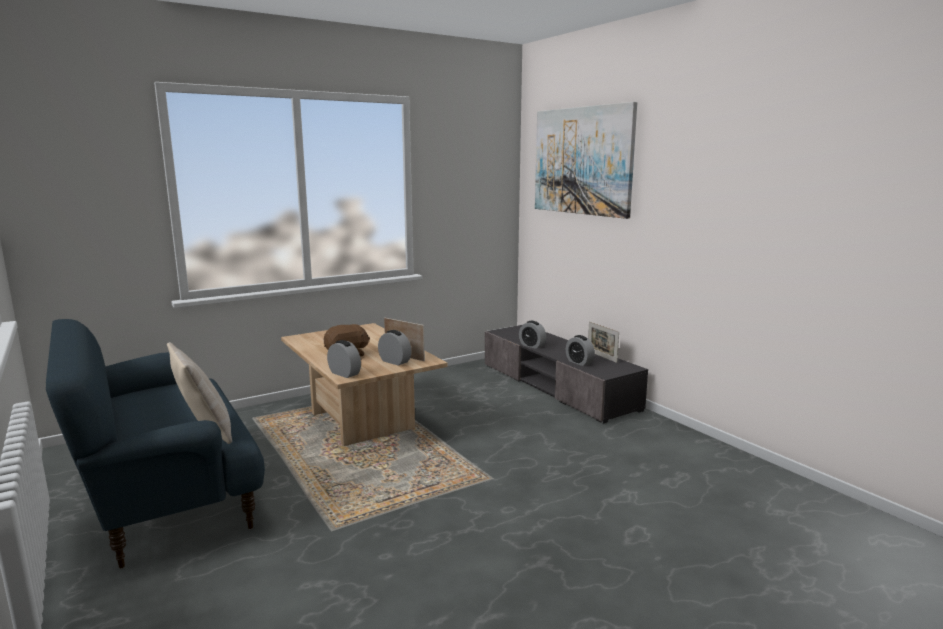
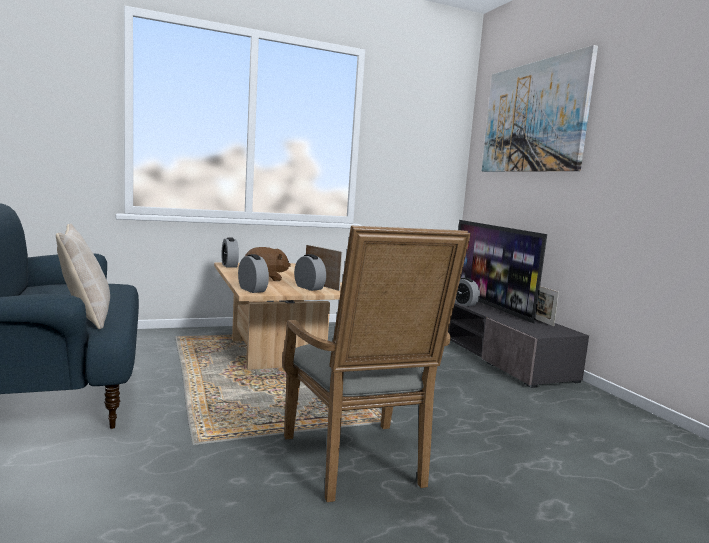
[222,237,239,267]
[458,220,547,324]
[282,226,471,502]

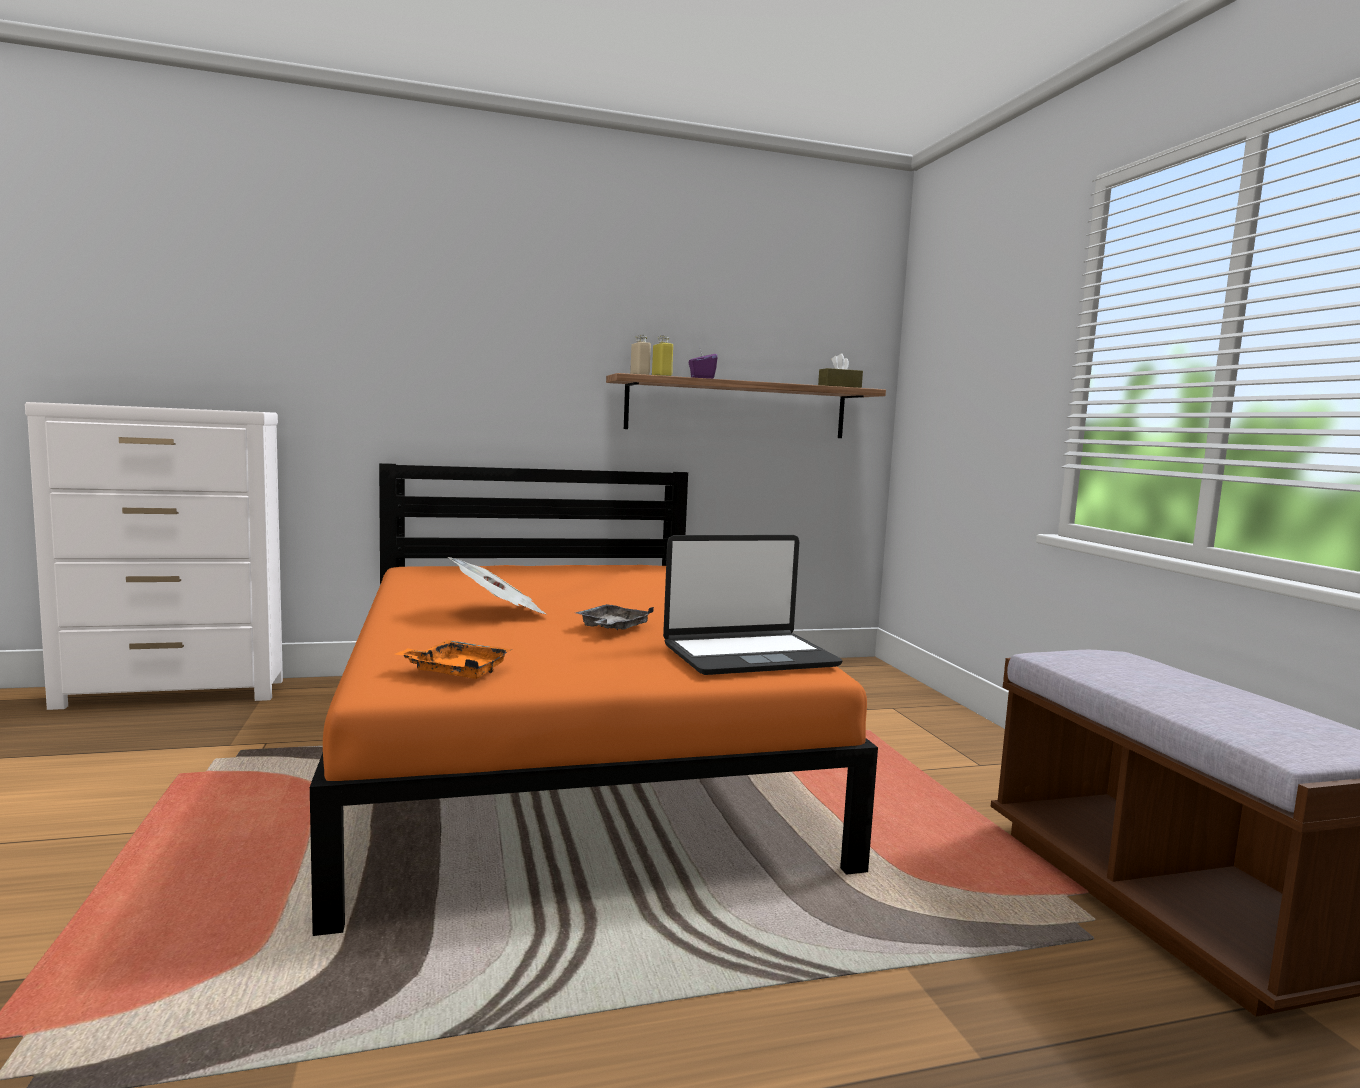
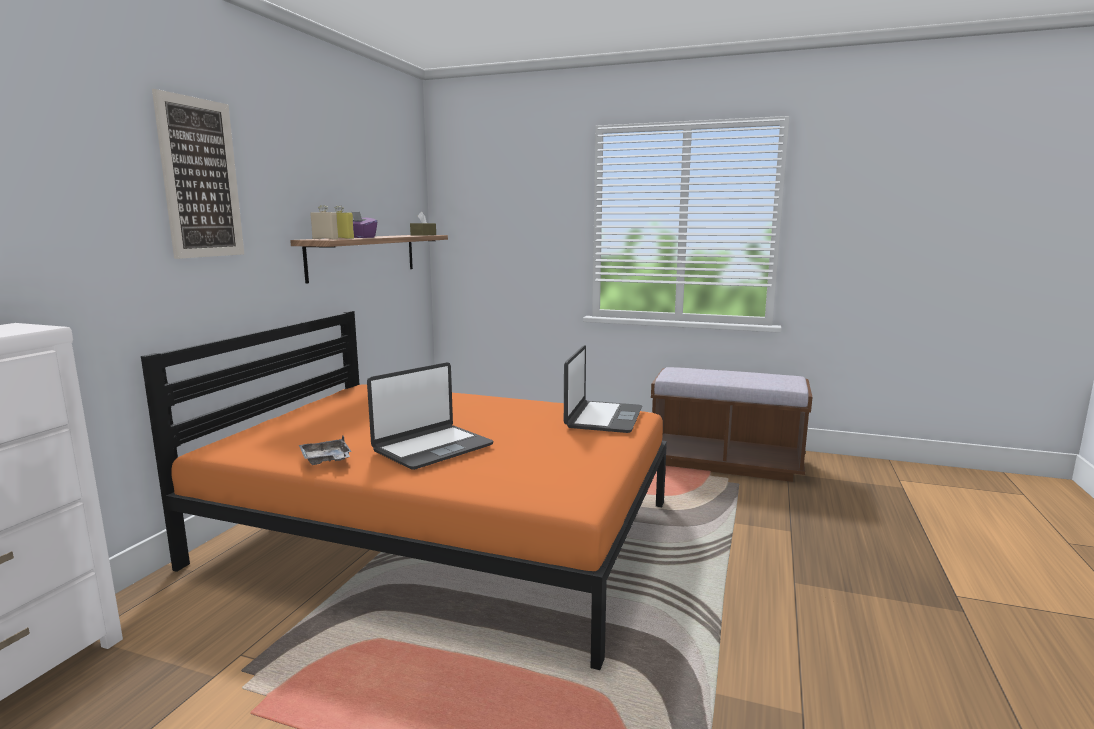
[367,362,494,470]
[299,435,352,465]
[396,640,512,679] (first image)
[152,89,244,259]

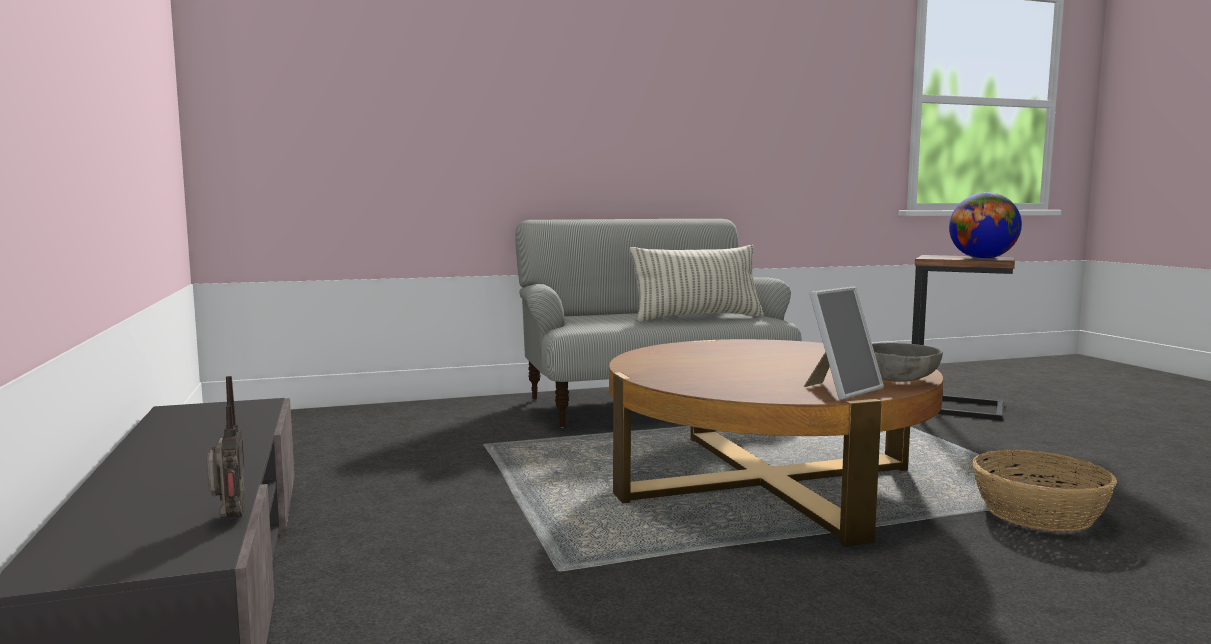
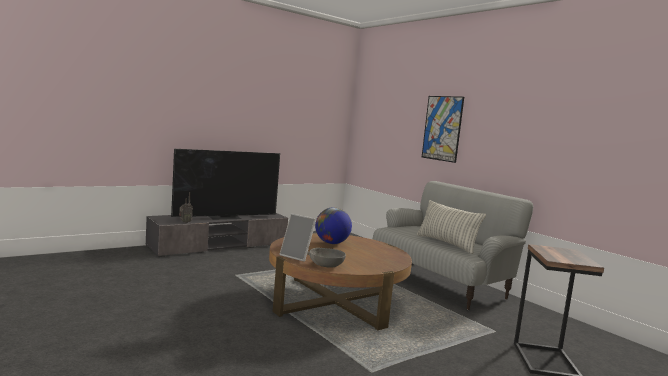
[315,207,352,244]
[972,450,1117,532] (first image)
[422,96,464,163]
[171,149,280,220]

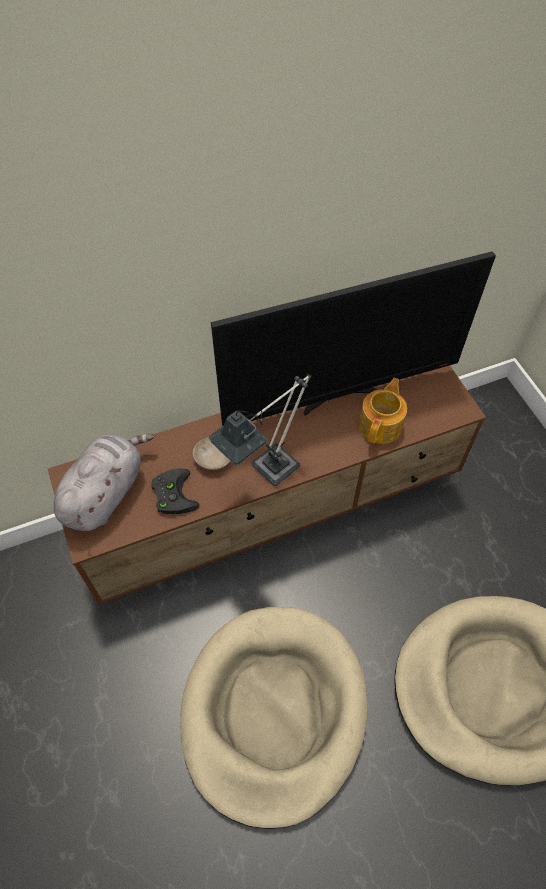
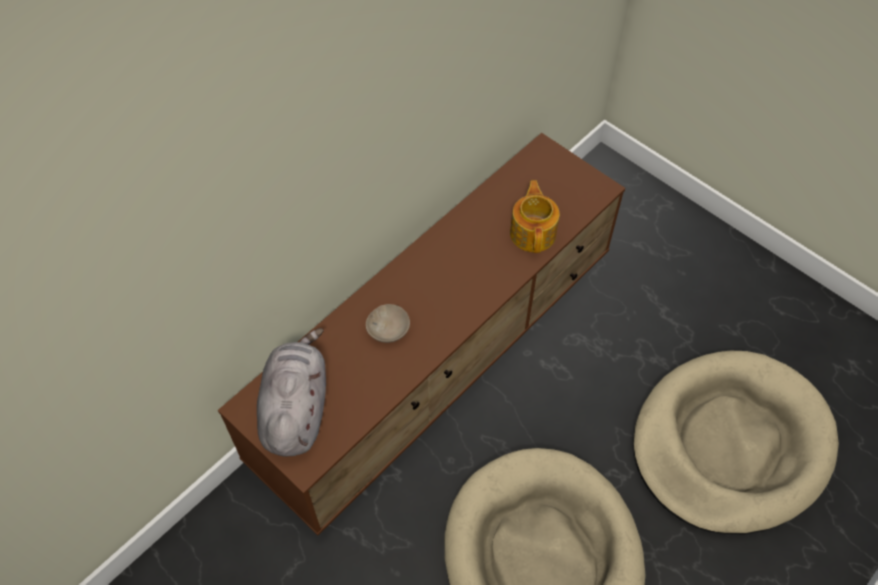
[211,251,496,426] (first image)
[209,373,311,486] (first image)
[152,468,200,514] (first image)

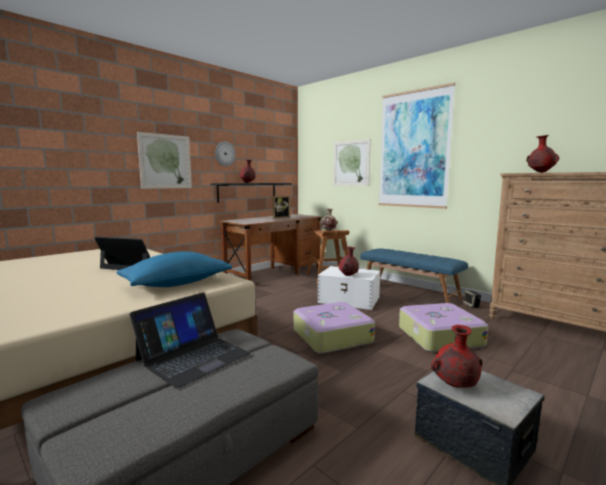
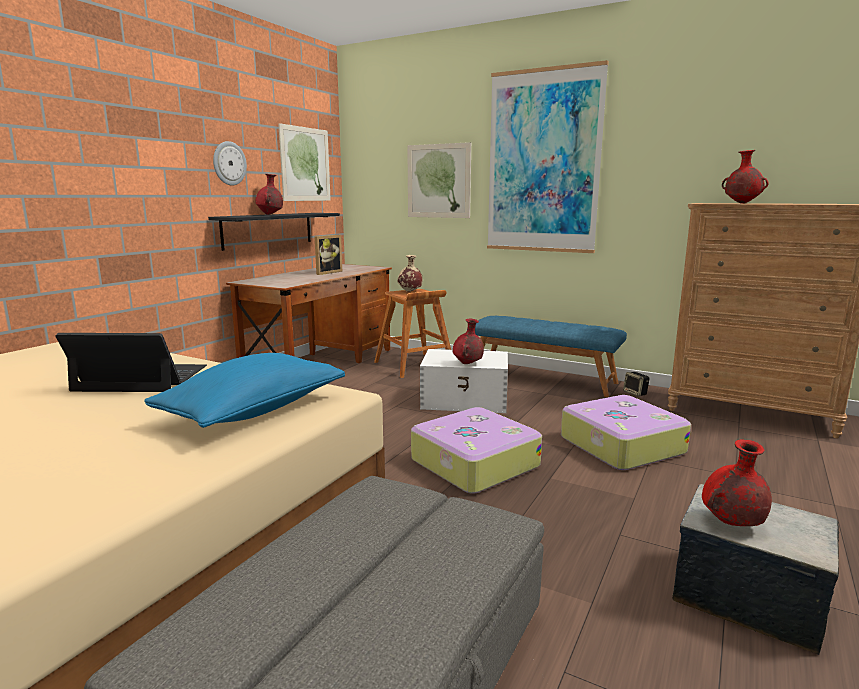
[278,123,331,201]
[129,292,251,388] (first image)

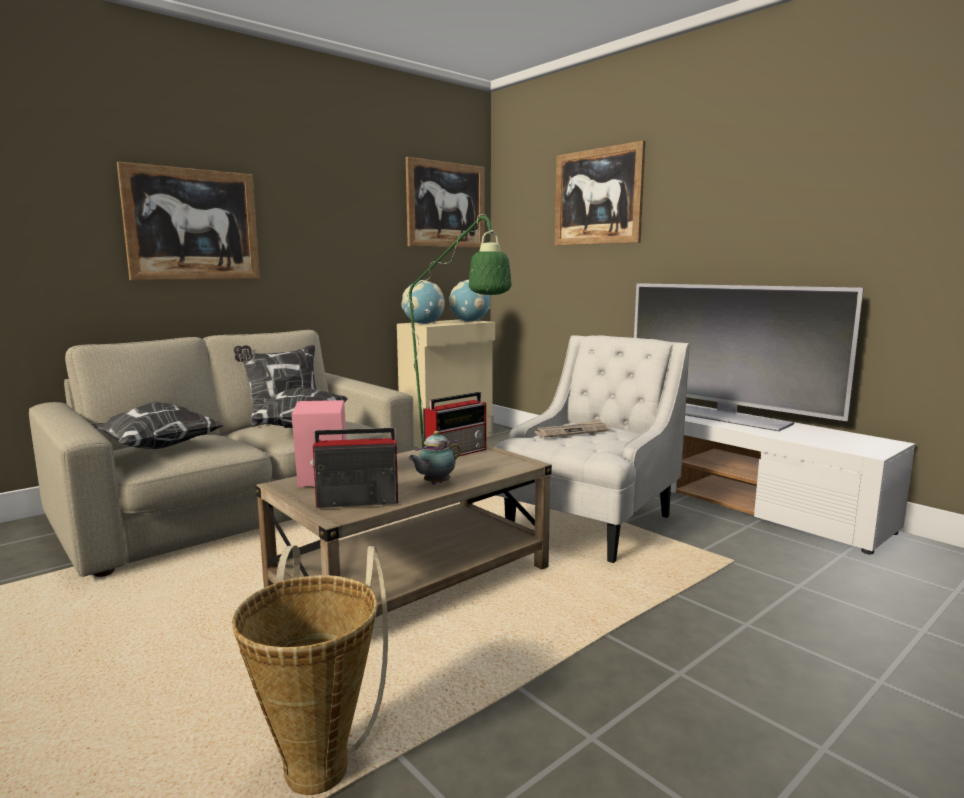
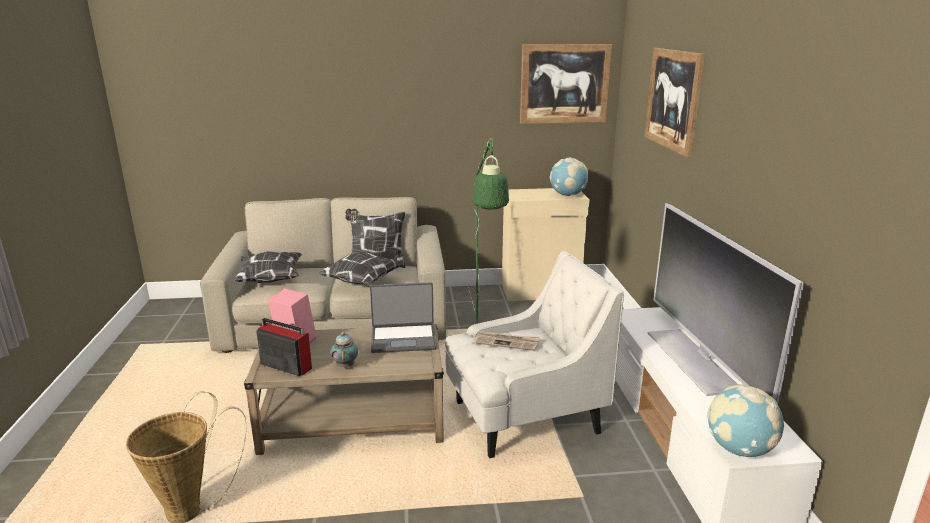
[117,162,260,280] (first image)
[707,384,784,457]
[370,282,437,353]
[331,332,358,368]

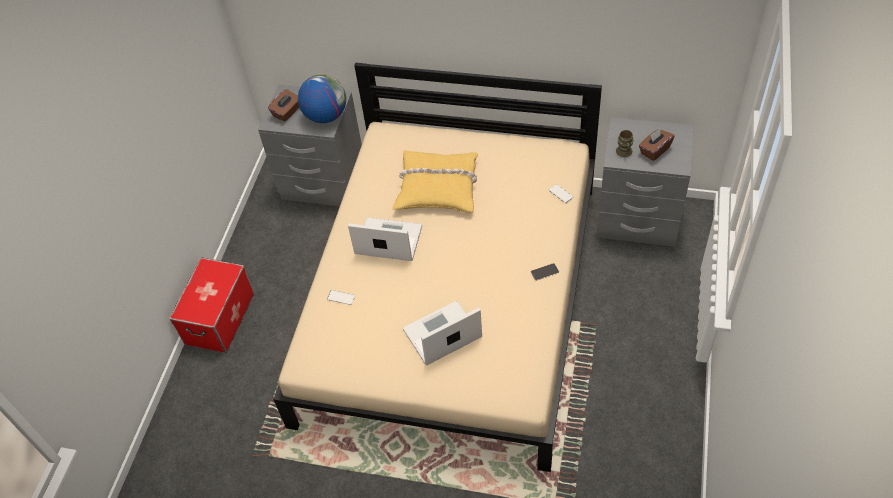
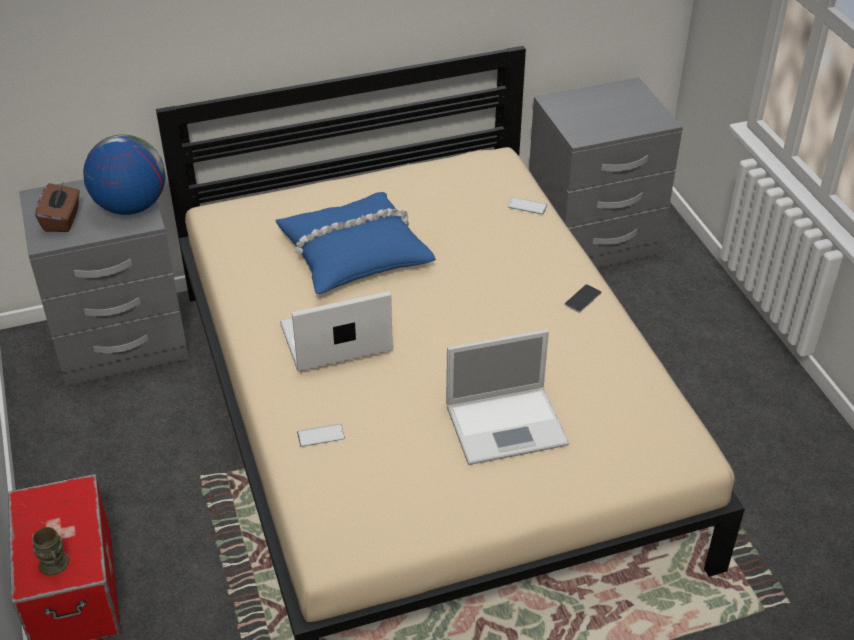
[639,128,675,161] (first image)
[32,527,69,576]
[275,192,436,294]
[446,329,569,465]

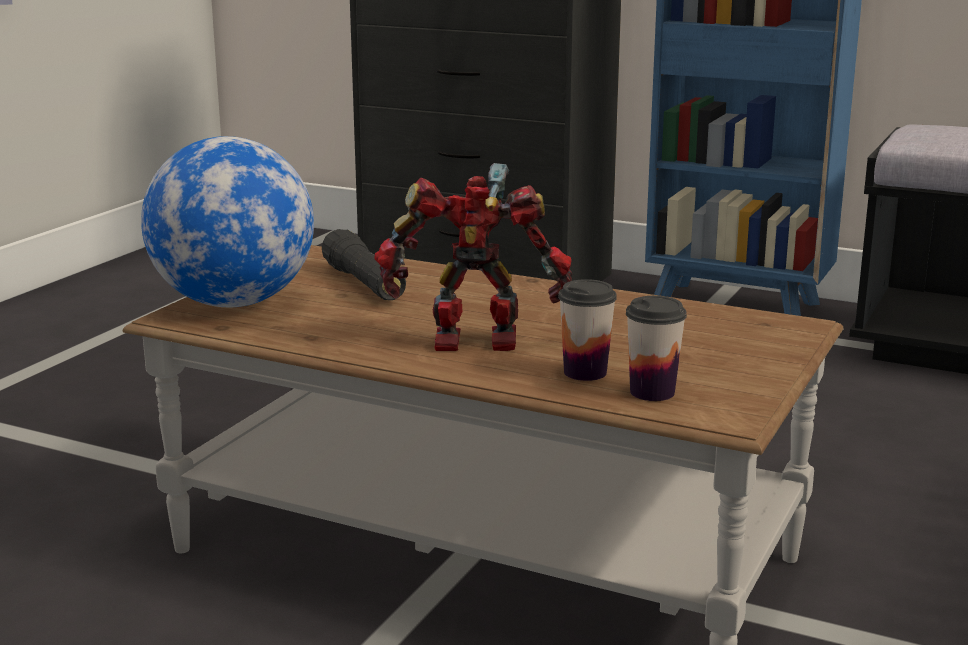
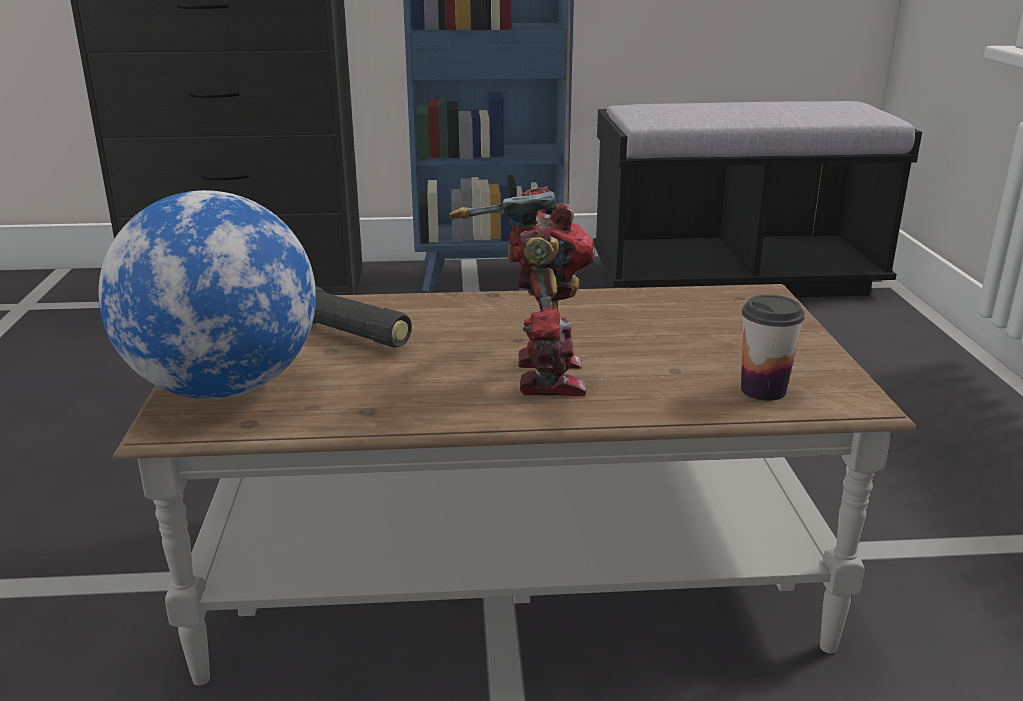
[449,186,595,396]
[558,279,617,381] (first image)

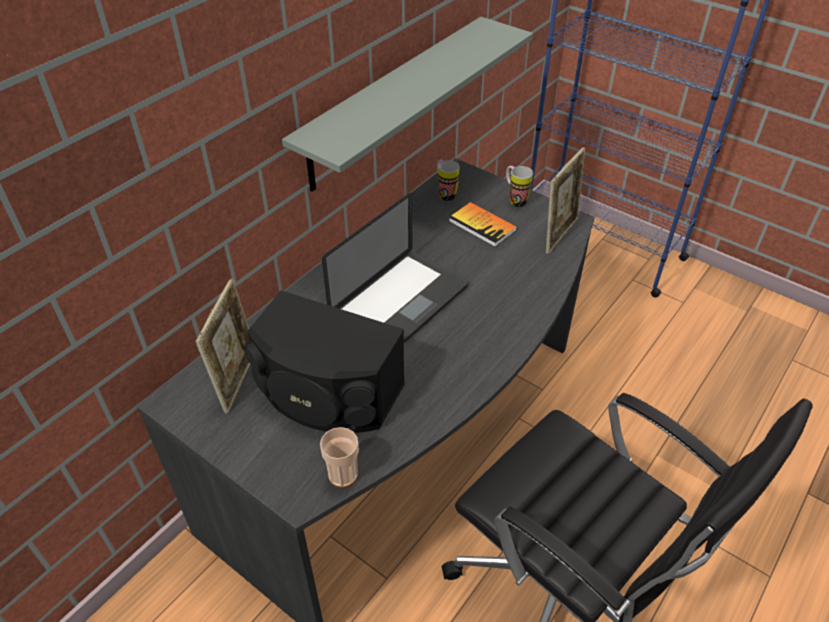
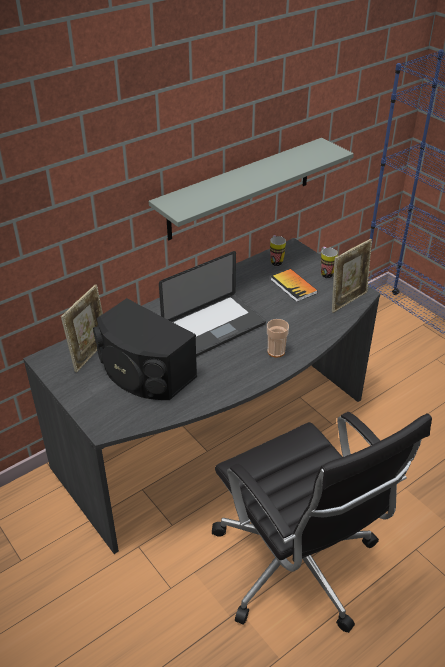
[267,319,289,358]

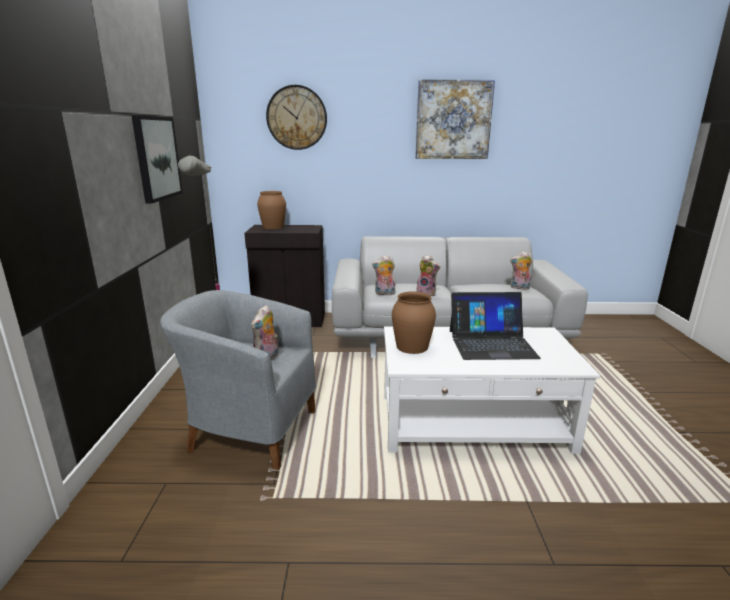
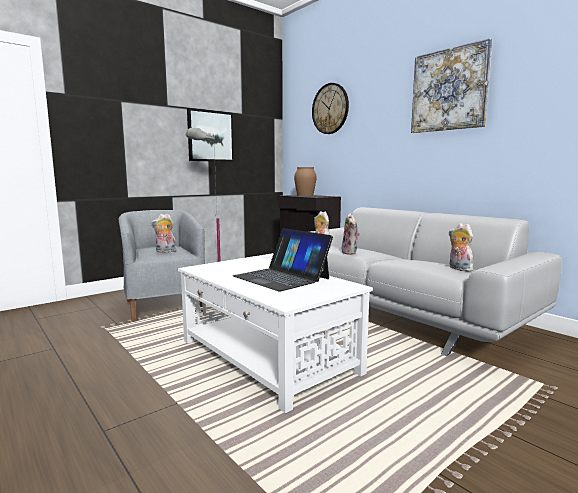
[392,291,436,354] (first image)

